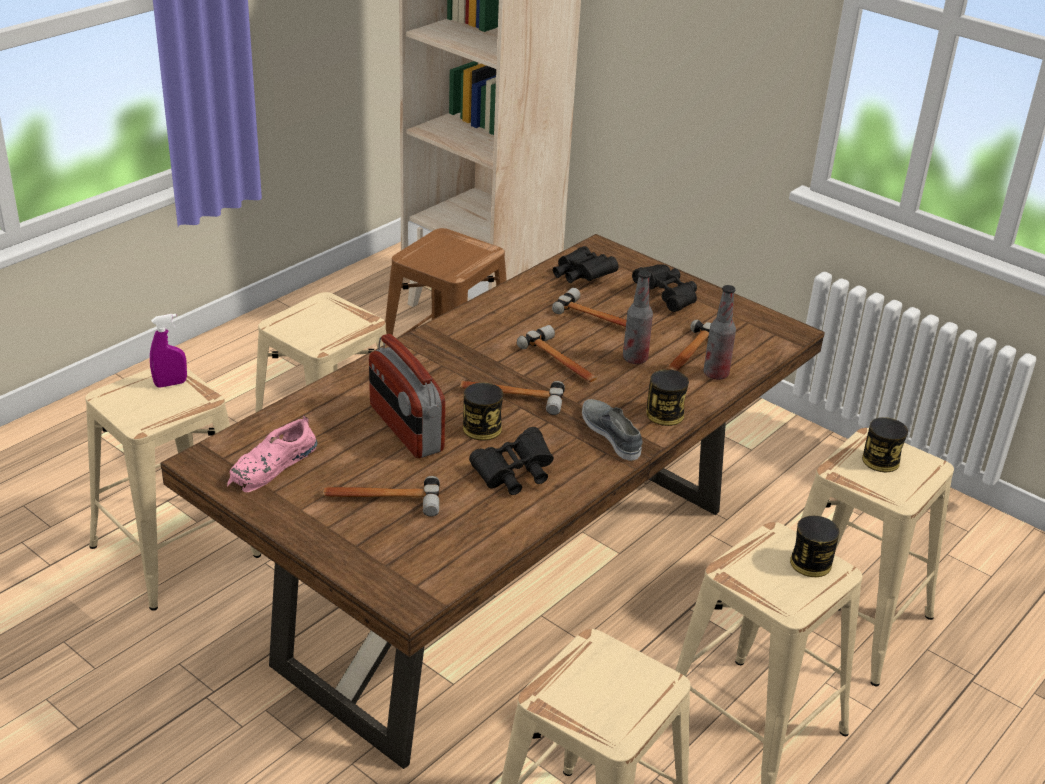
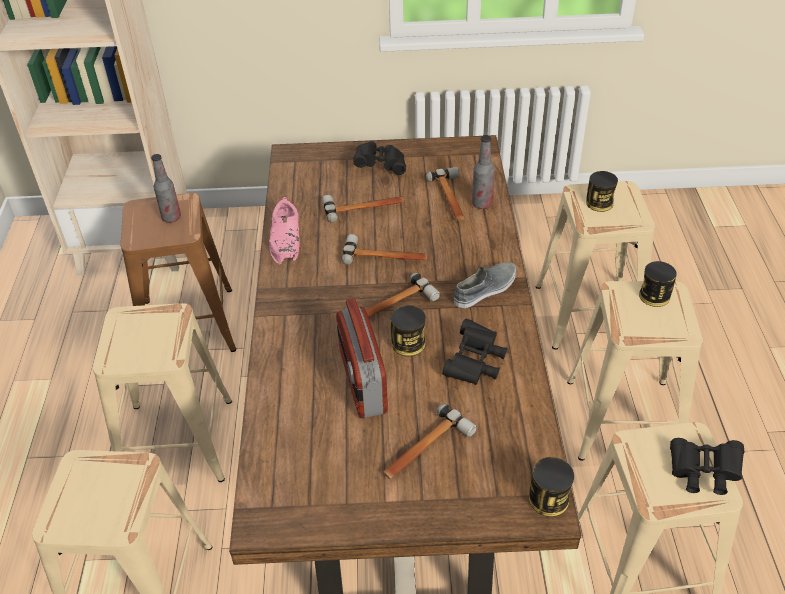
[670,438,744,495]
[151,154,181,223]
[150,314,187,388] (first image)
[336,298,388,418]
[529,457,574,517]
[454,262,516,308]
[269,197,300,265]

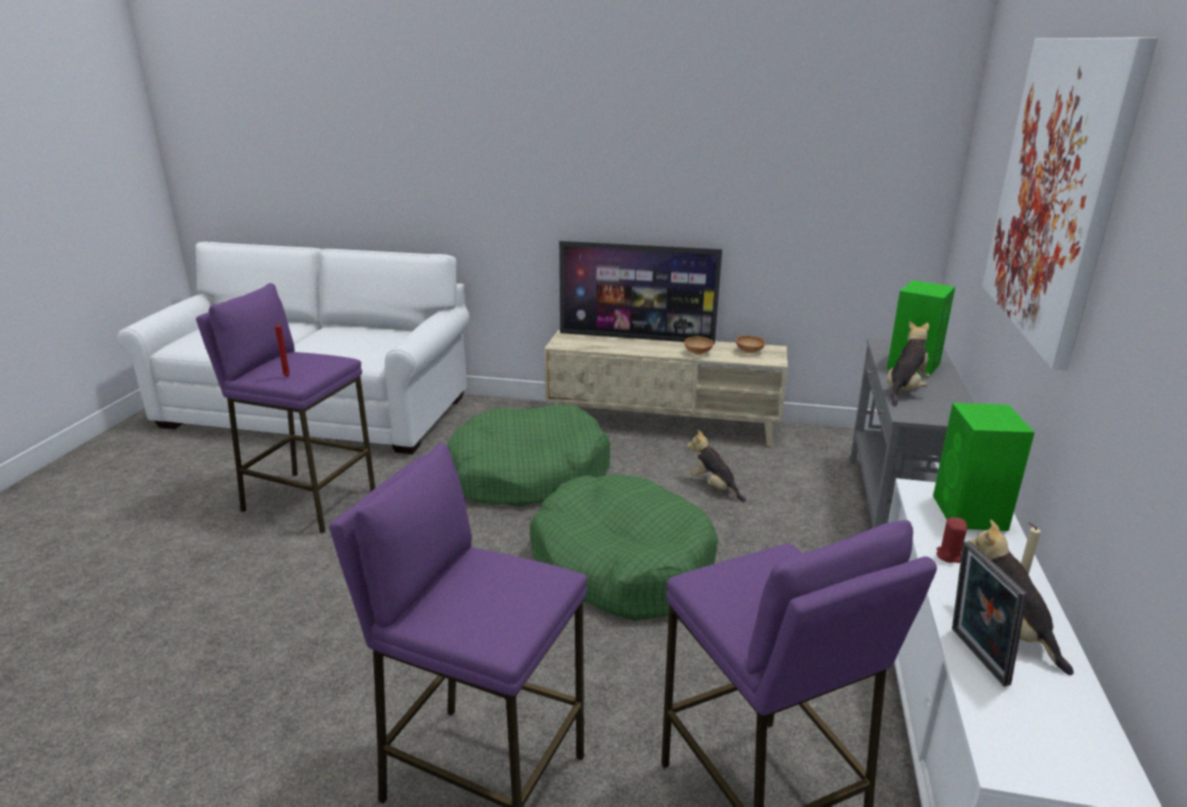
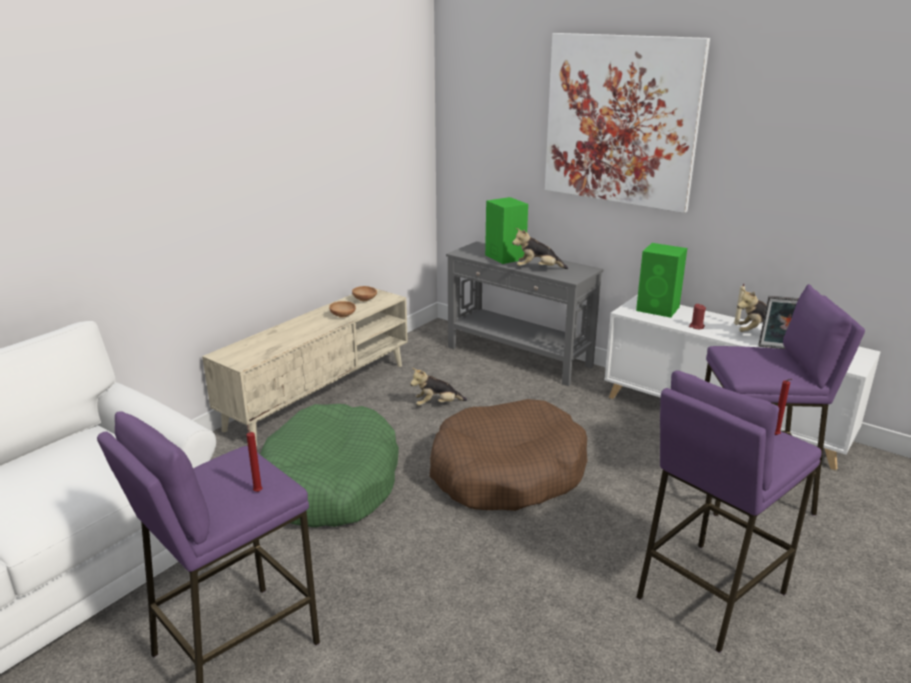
[559,241,722,344] (first image)
[512,228,568,269]
[429,399,588,511]
[775,379,793,435]

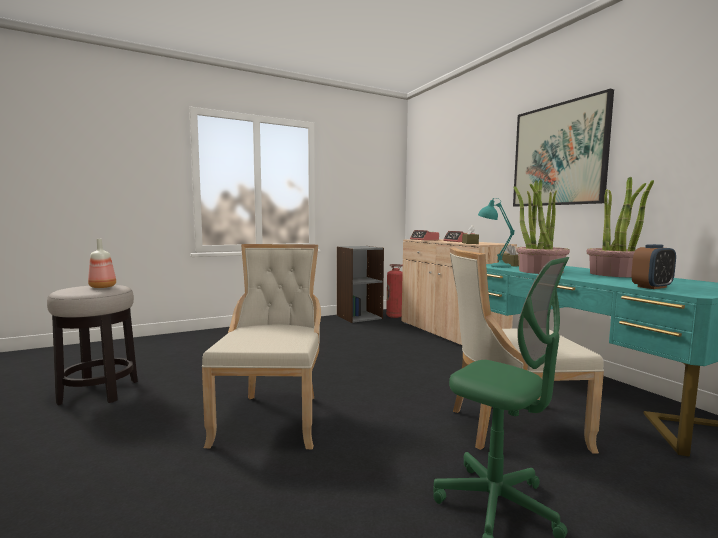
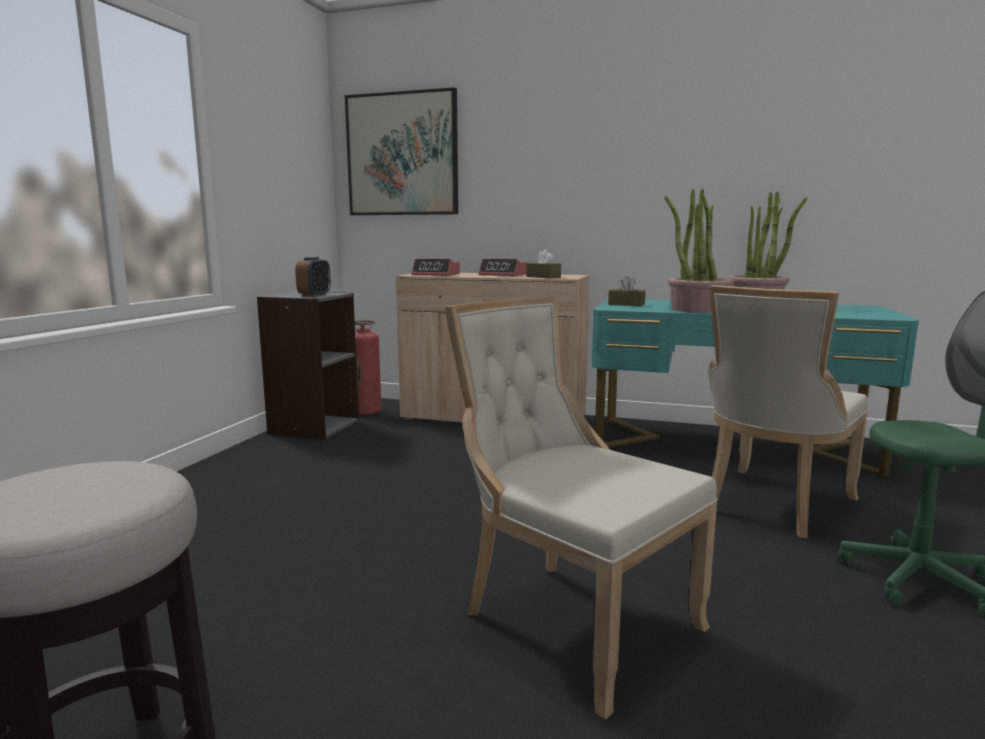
[345,87,458,215]
[478,198,515,268] (first image)
[88,239,116,288] (first image)
[295,257,331,297]

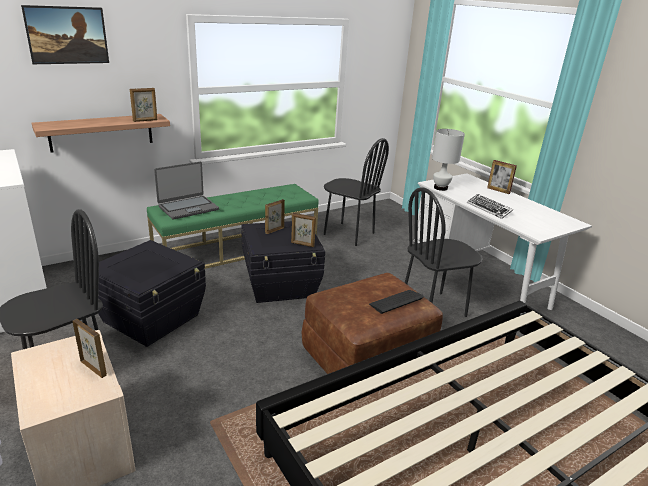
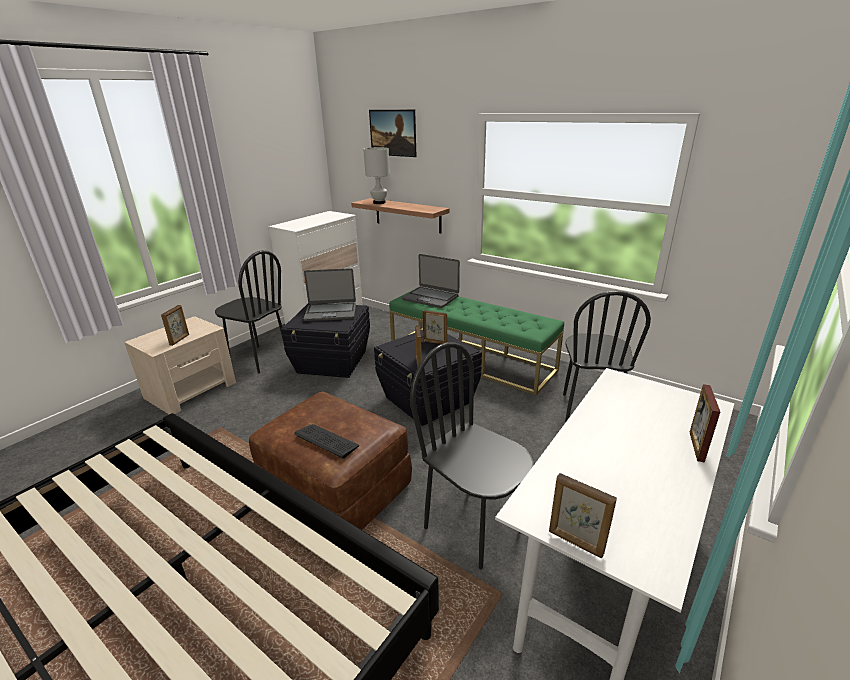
[549,473,617,558]
[363,147,390,204]
[467,194,513,219] (first image)
[303,268,356,321]

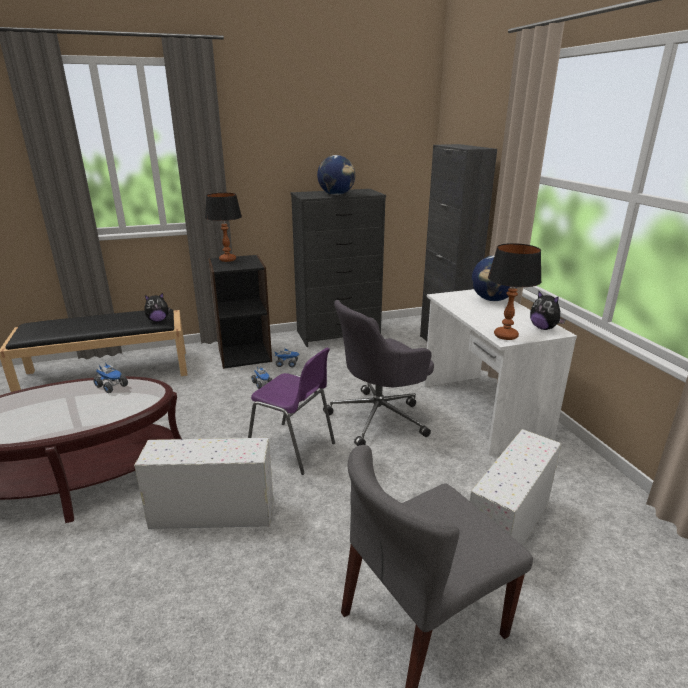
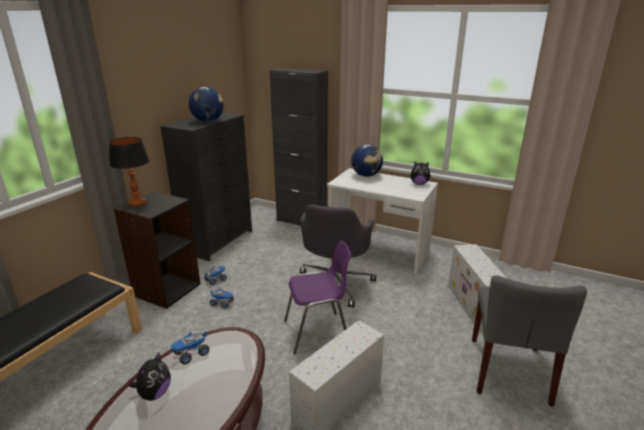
[488,243,542,340] (first image)
[129,353,171,401]
[171,331,210,365]

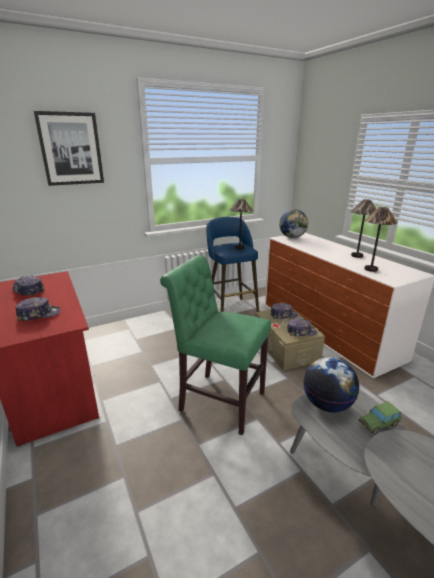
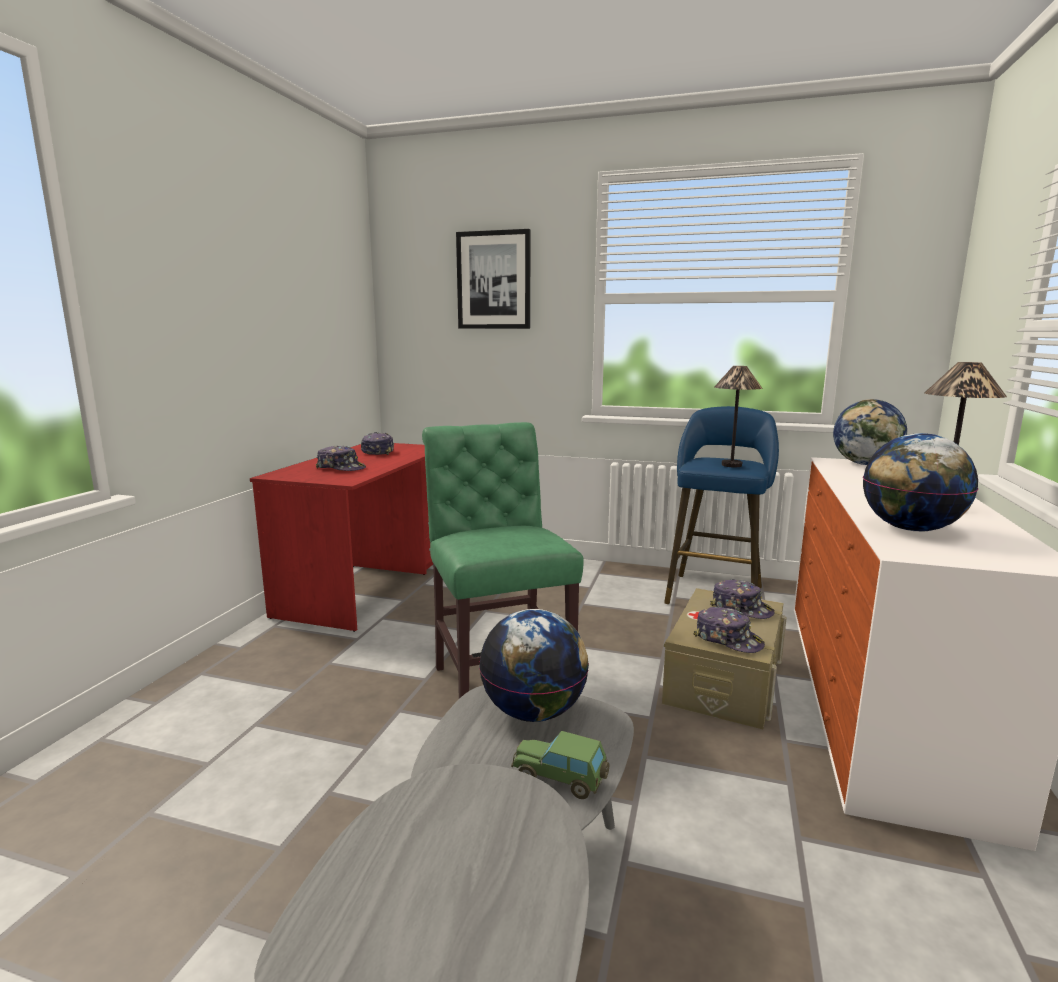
[863,433,978,531]

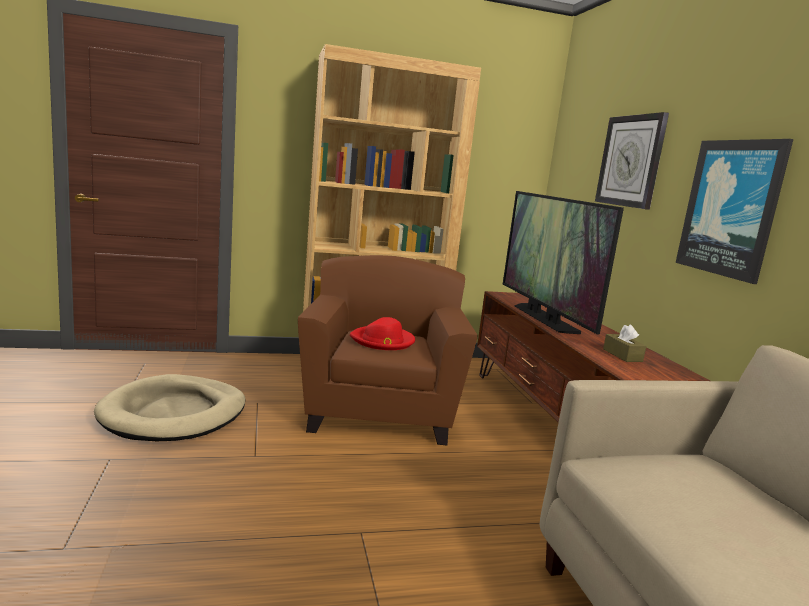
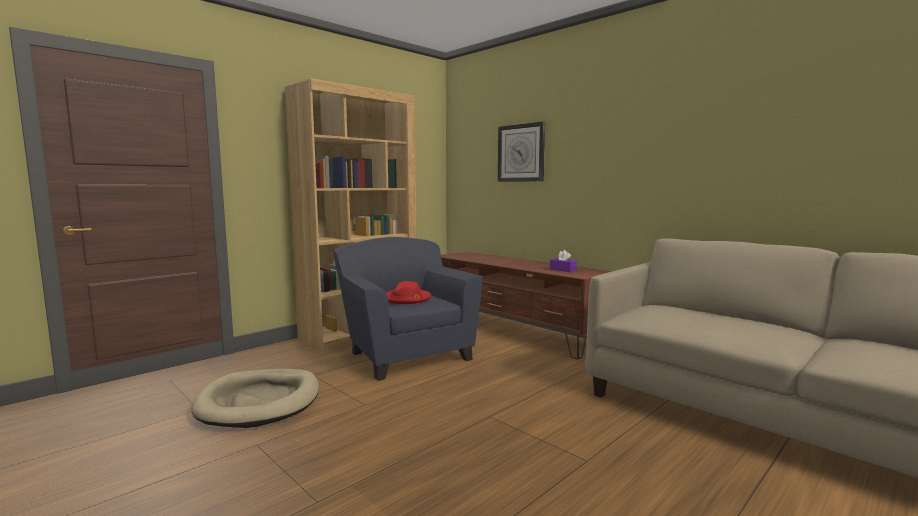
[676,139,793,284] (first image)
[503,191,624,334] (first image)
[333,237,483,381]
[550,250,577,272]

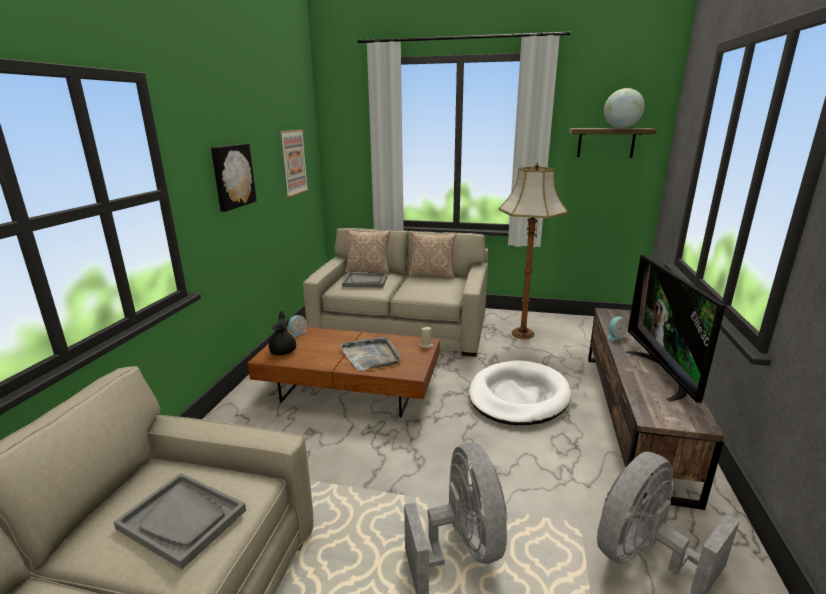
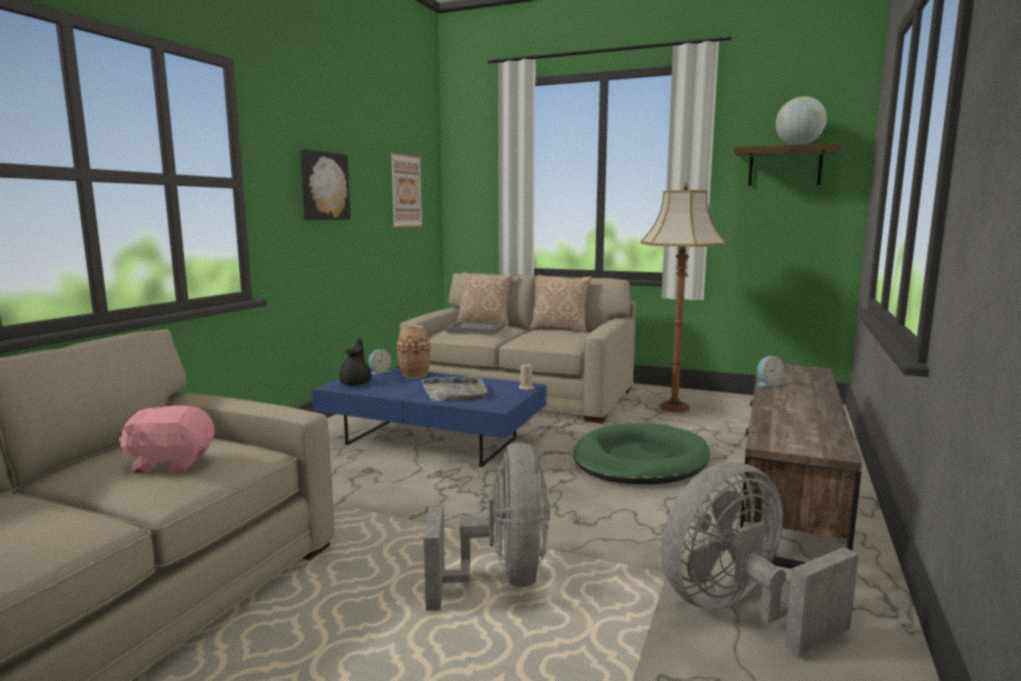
[626,255,726,403] (first image)
[312,367,546,467]
[573,423,710,484]
[119,405,214,473]
[397,325,431,378]

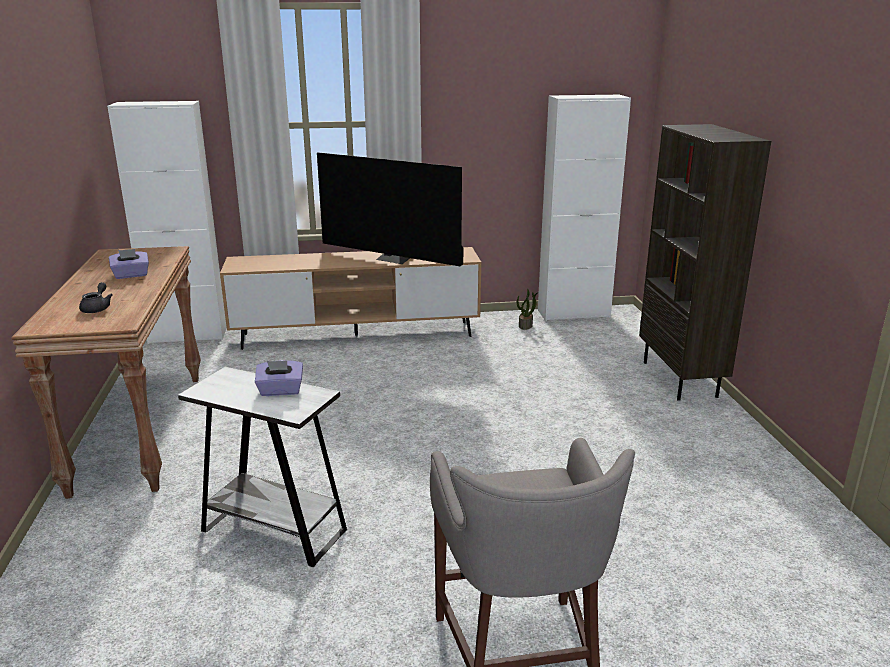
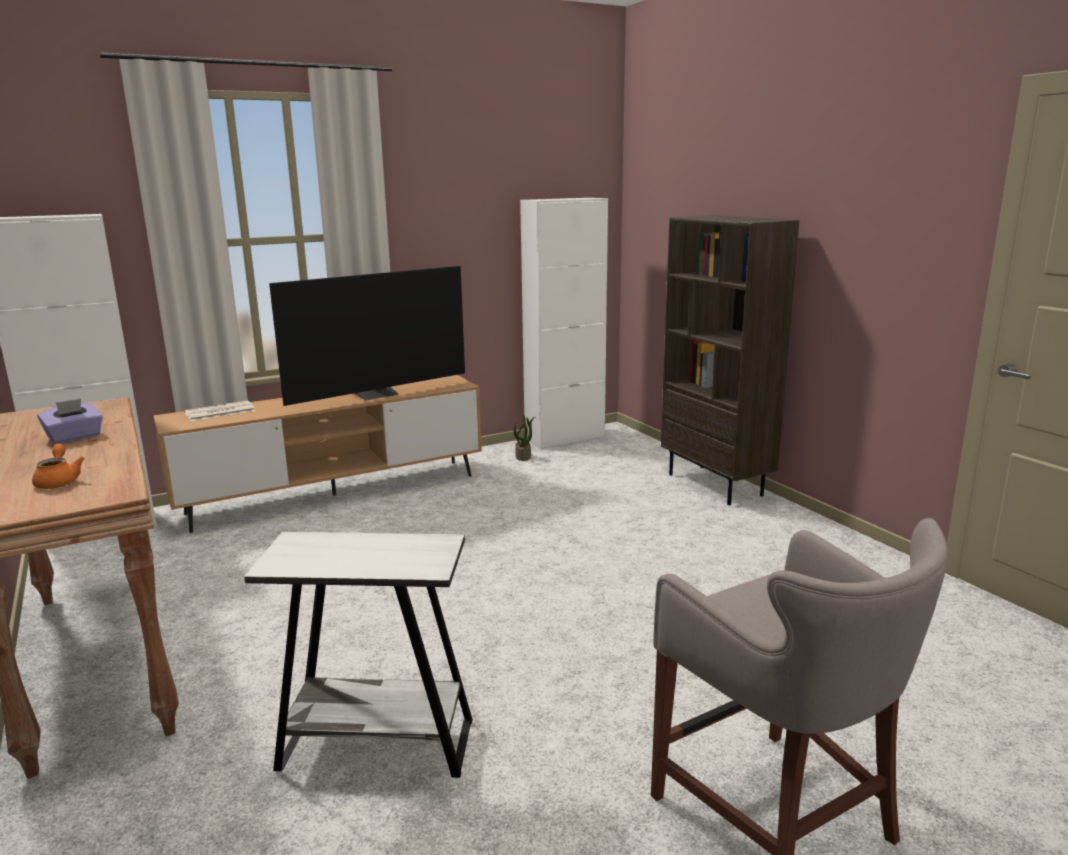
[269,266,465,406]
[32,444,85,489]
[255,360,303,396] (first image)
[185,400,255,421]

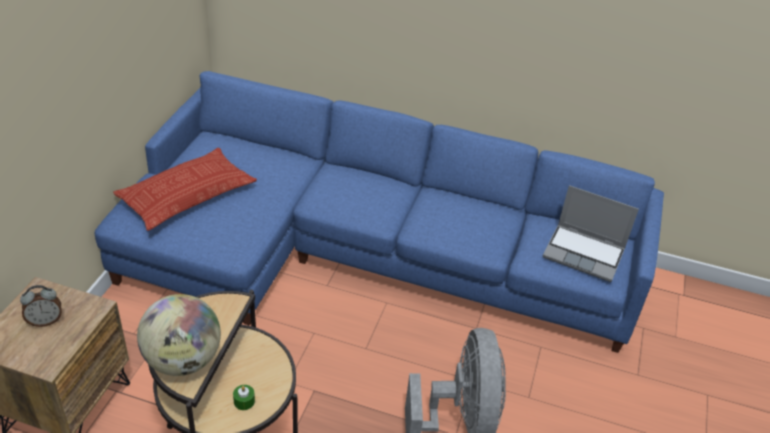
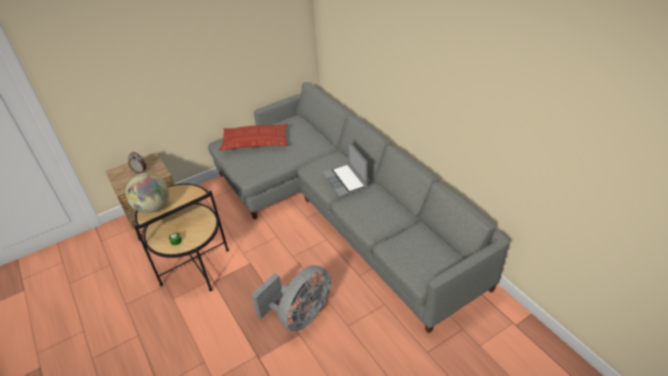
[208,82,510,333]
[322,140,368,197]

